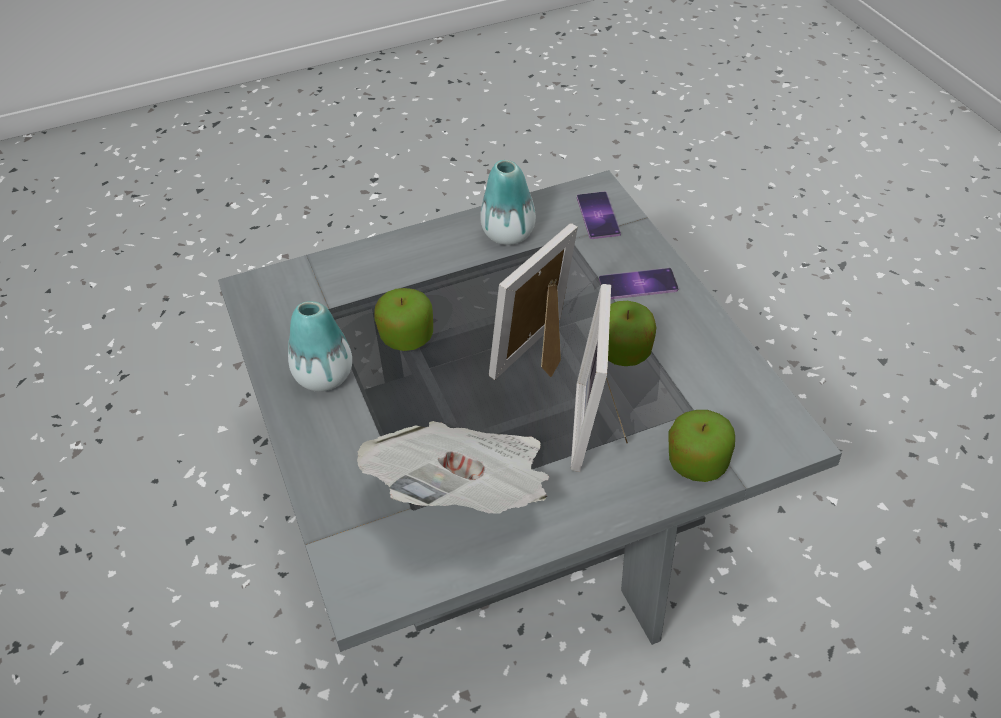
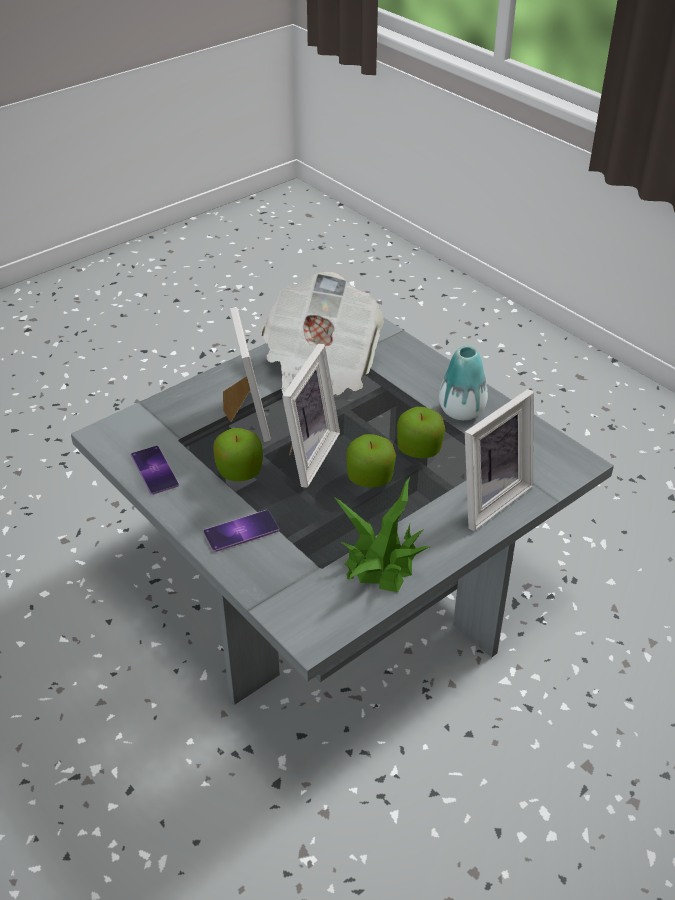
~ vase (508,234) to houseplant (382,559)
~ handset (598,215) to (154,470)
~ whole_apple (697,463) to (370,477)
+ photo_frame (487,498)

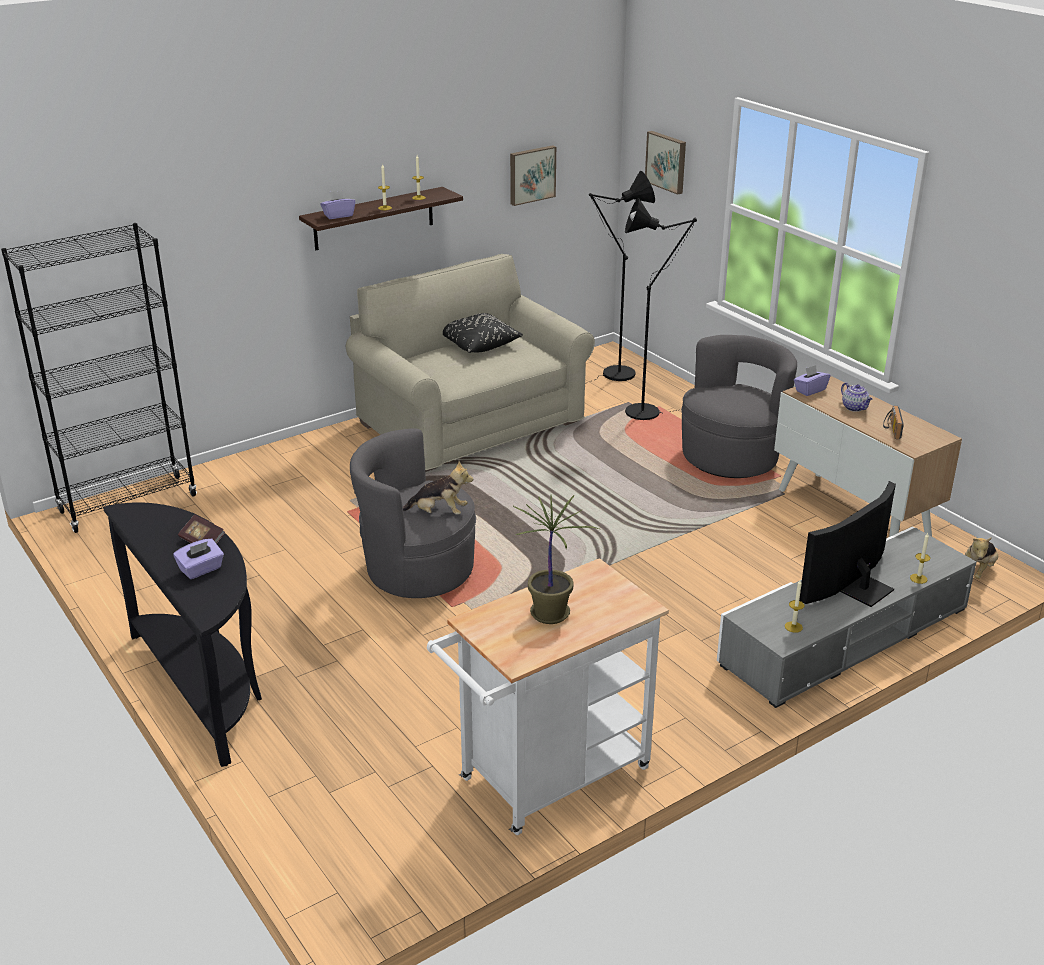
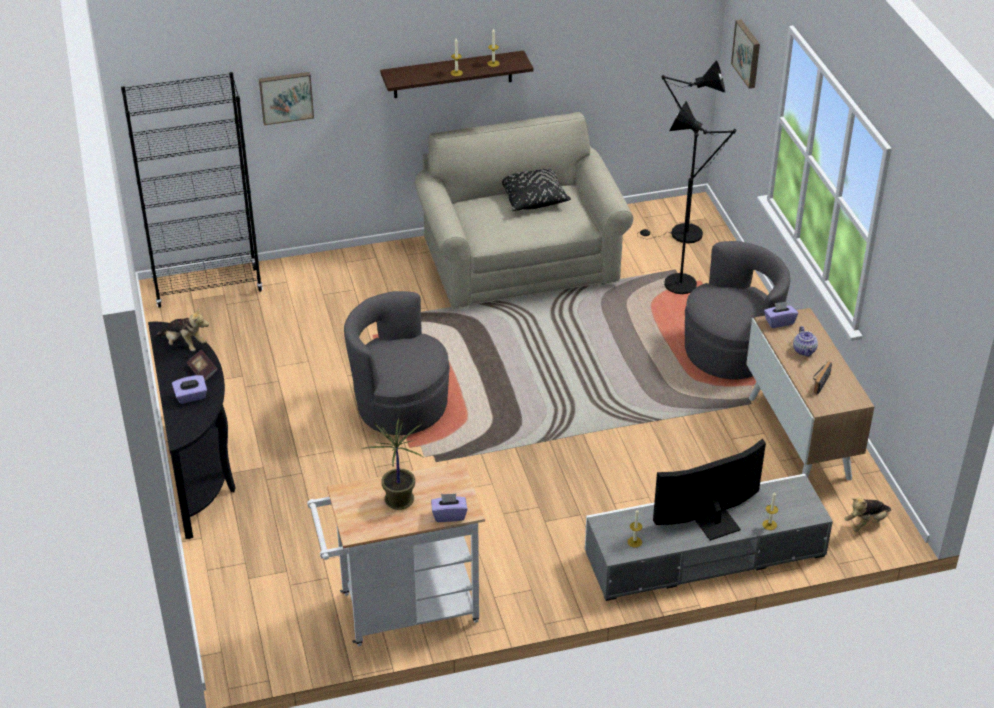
~ picture (531,174) to (286,97)
~ purplish_tissue_box (338,215) to (449,515)
~ cuddly_toy (438,513) to (184,344)

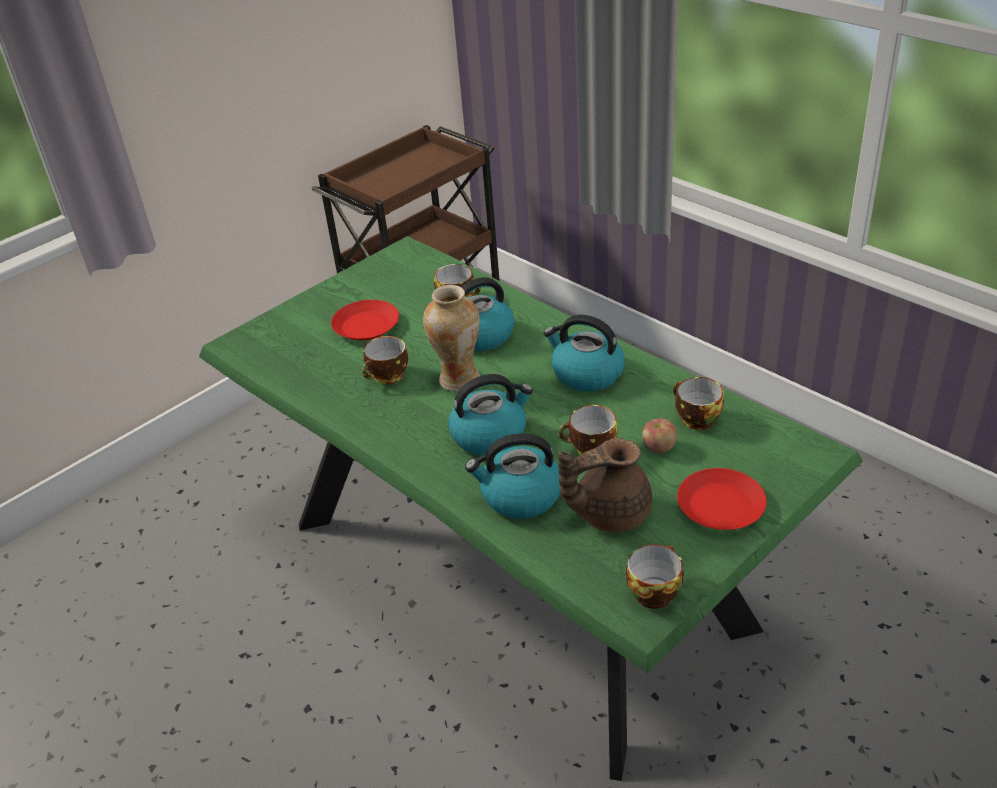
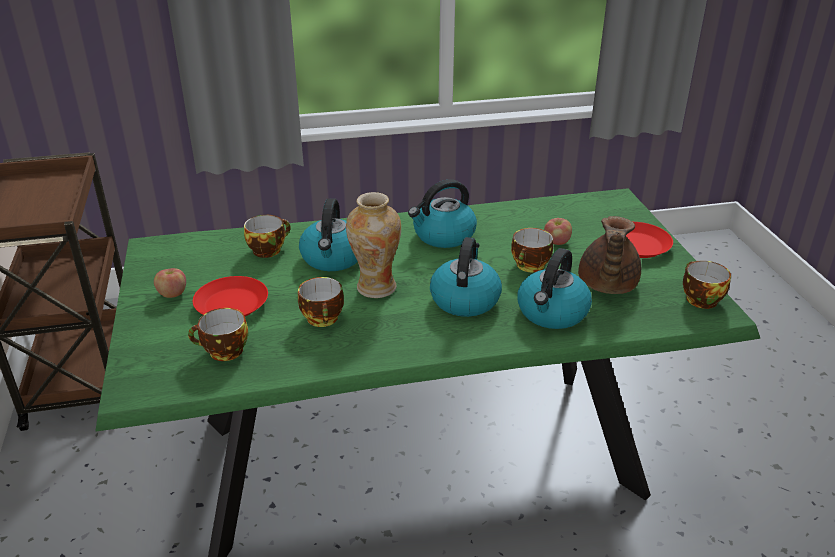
~ small_cup (695,419) to (223,352)
+ whole_apple (172,294)

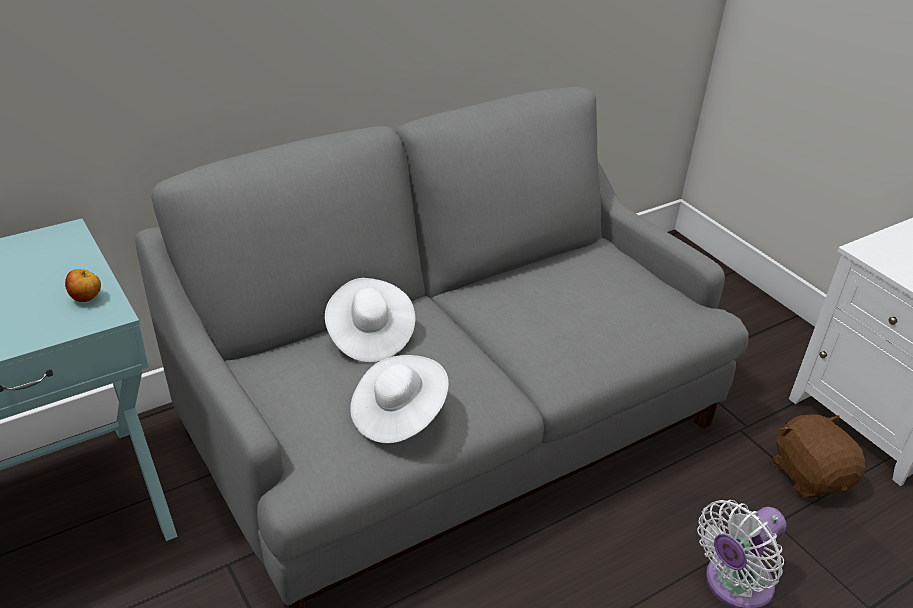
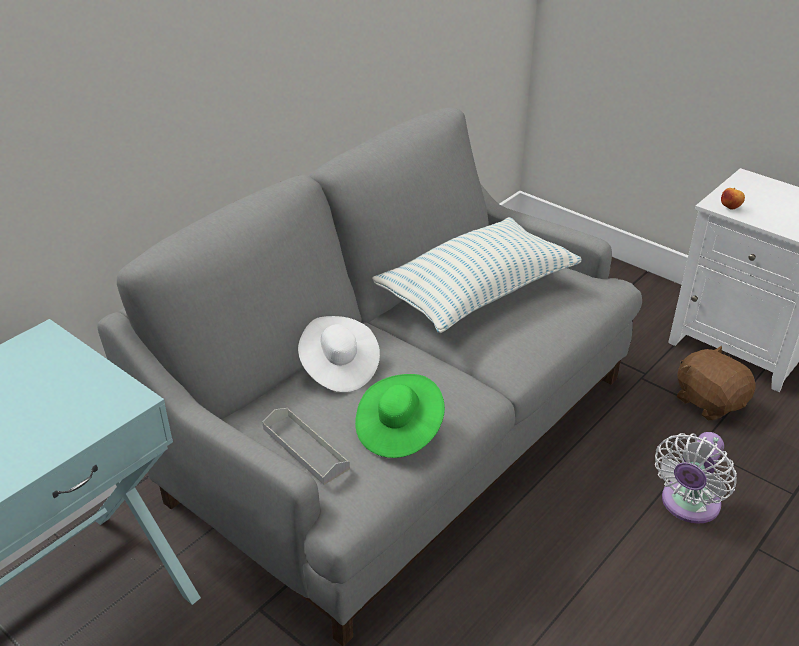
~ whole_apple (86,299) to (730,208)
~ white_hat (398,415) to green_hat (399,430)
+ pillow (477,293)
+ greyish_tray (305,448)

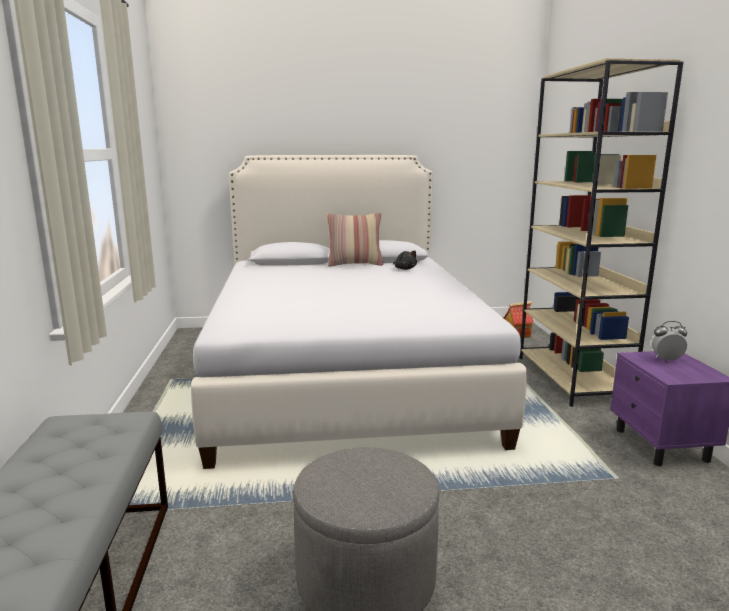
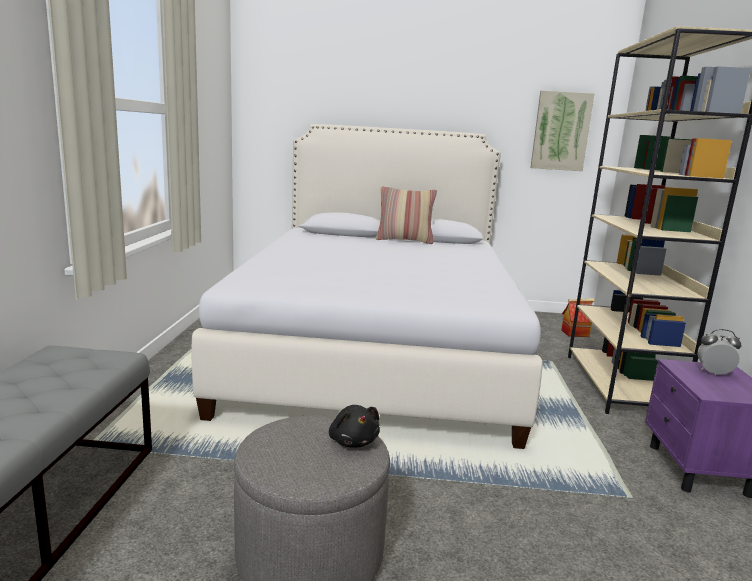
~ black-coloured_cuddly_toy (404,269) to (353,441)
+ picture (561,131)

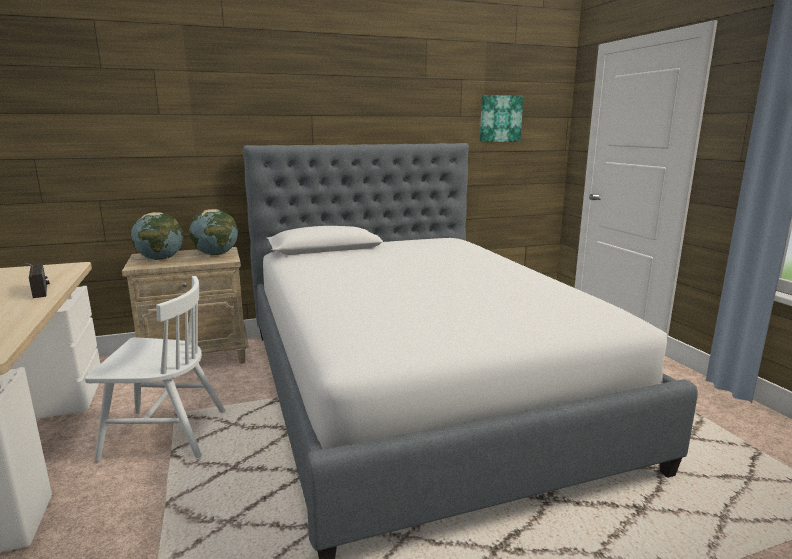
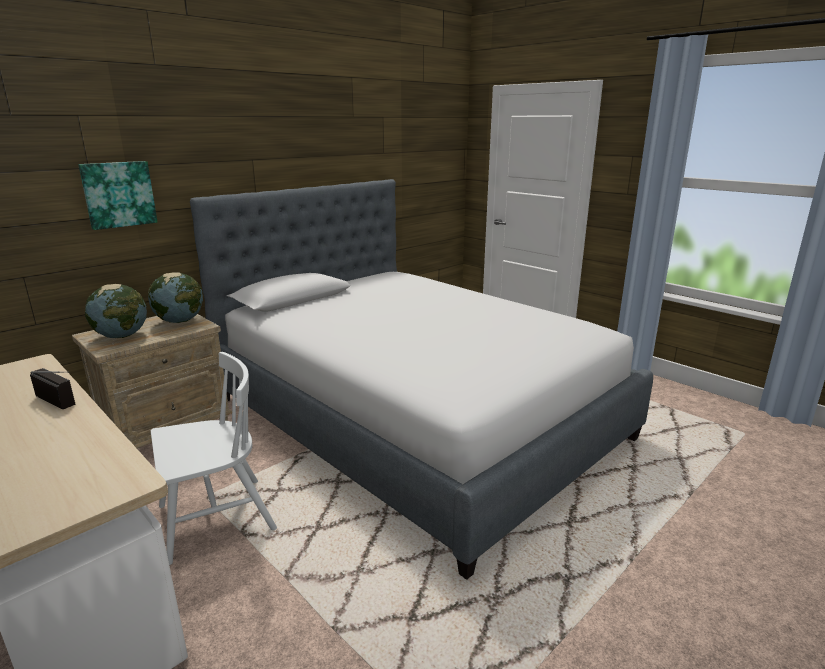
~ picture (500,119) to (118,194)

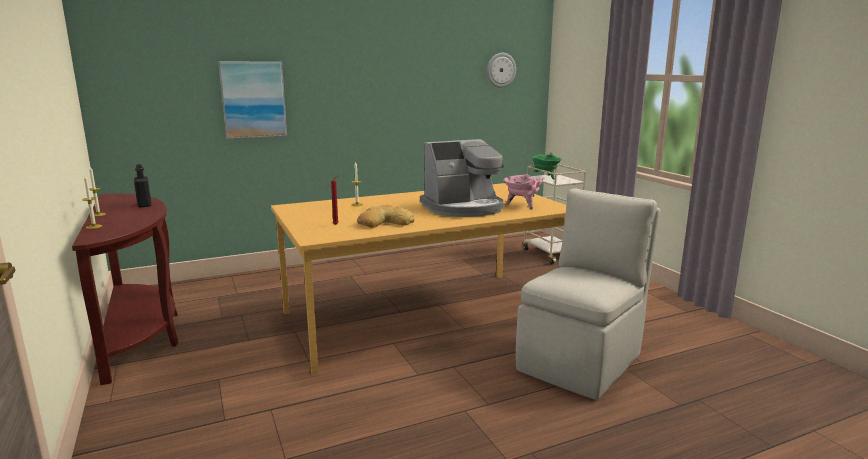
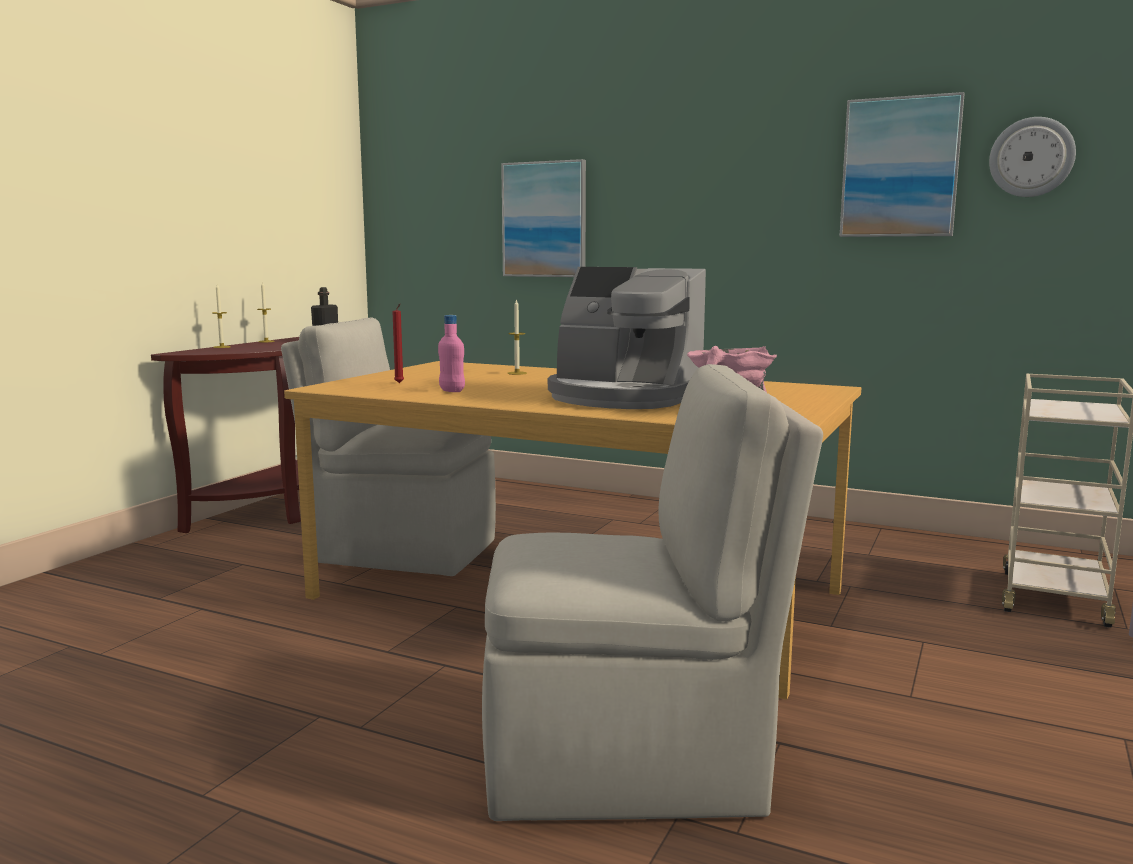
- green_saucepot (545,177)
~ baked_bread (385,223) to pink_bottle (452,391)
+ picture (900,168)
+ sand-coloured_chair (401,550)

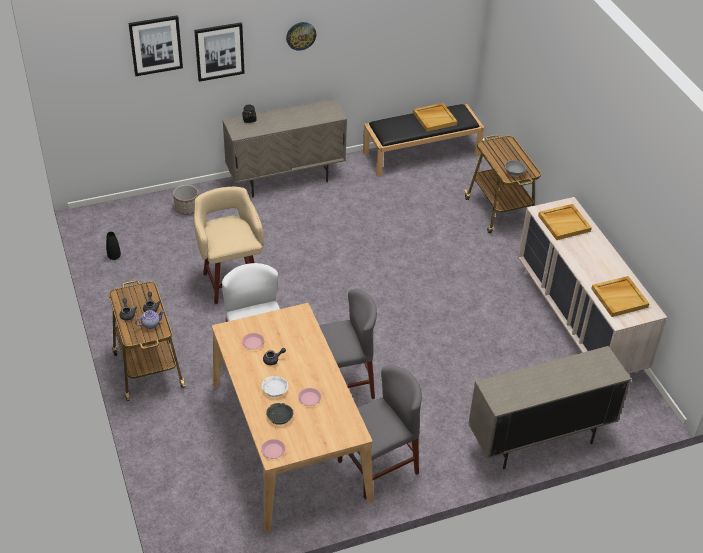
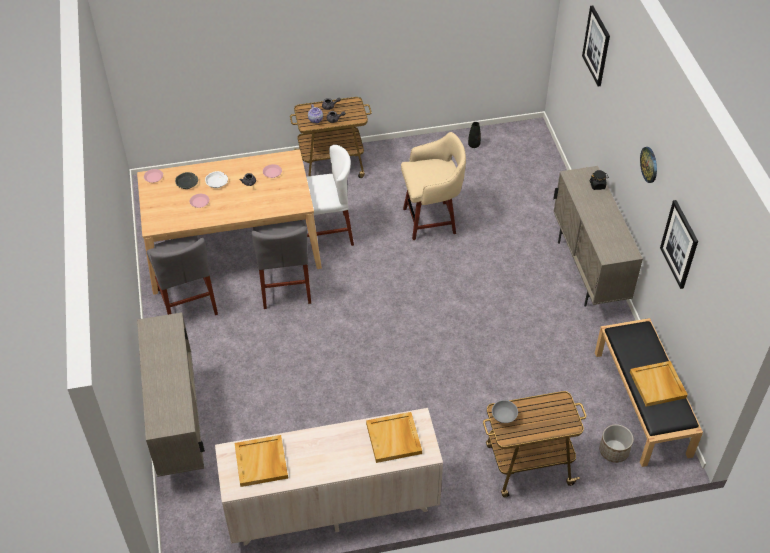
~ picture (219,51) to (680,244)
~ flower_pot (187,208) to (614,451)

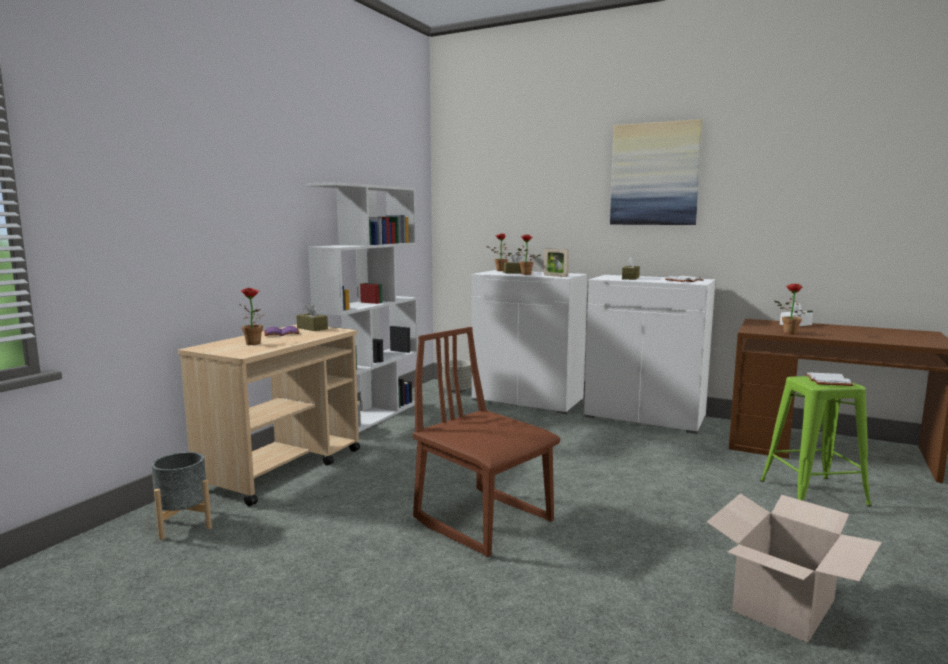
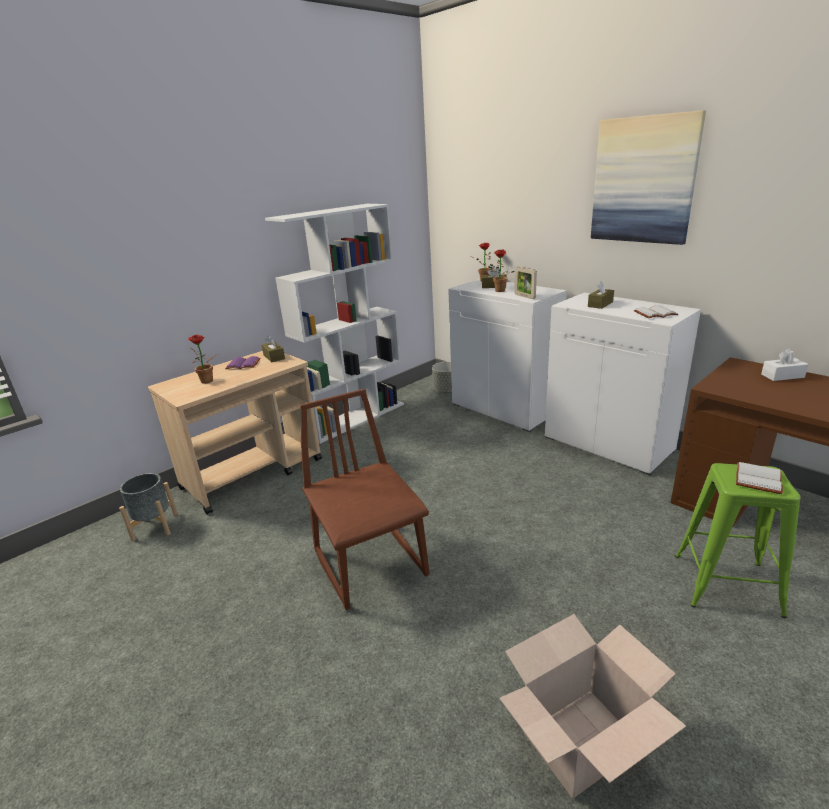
- houseplant (788,333)

